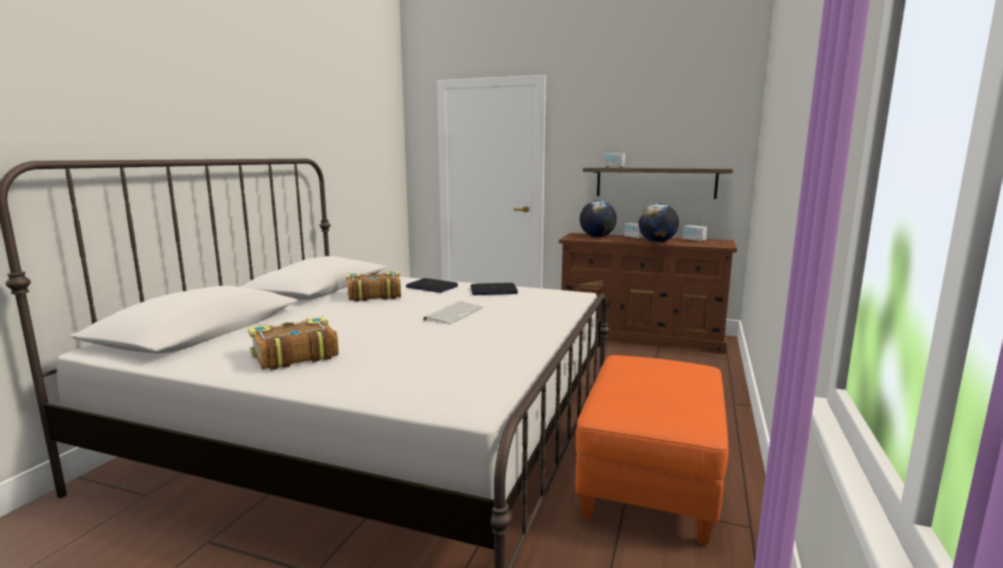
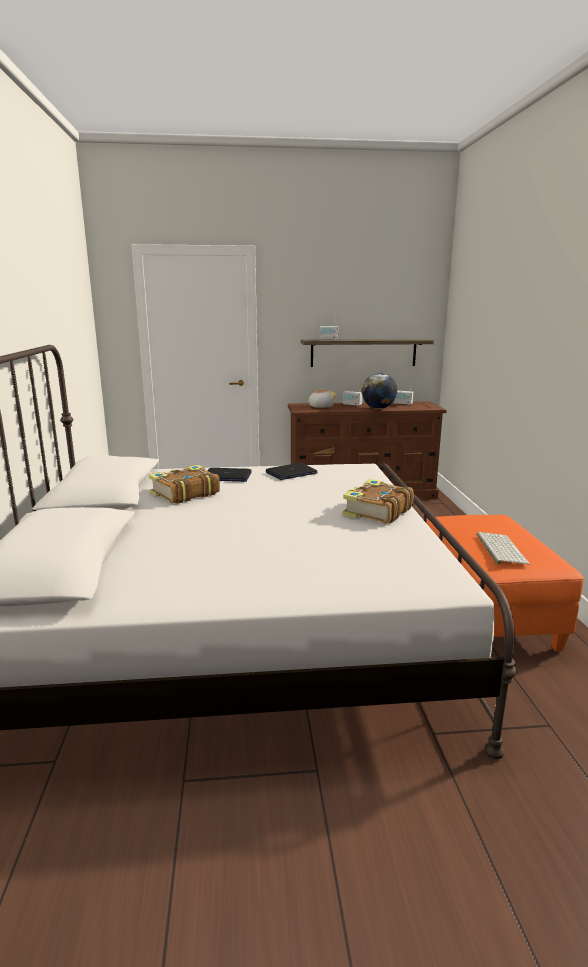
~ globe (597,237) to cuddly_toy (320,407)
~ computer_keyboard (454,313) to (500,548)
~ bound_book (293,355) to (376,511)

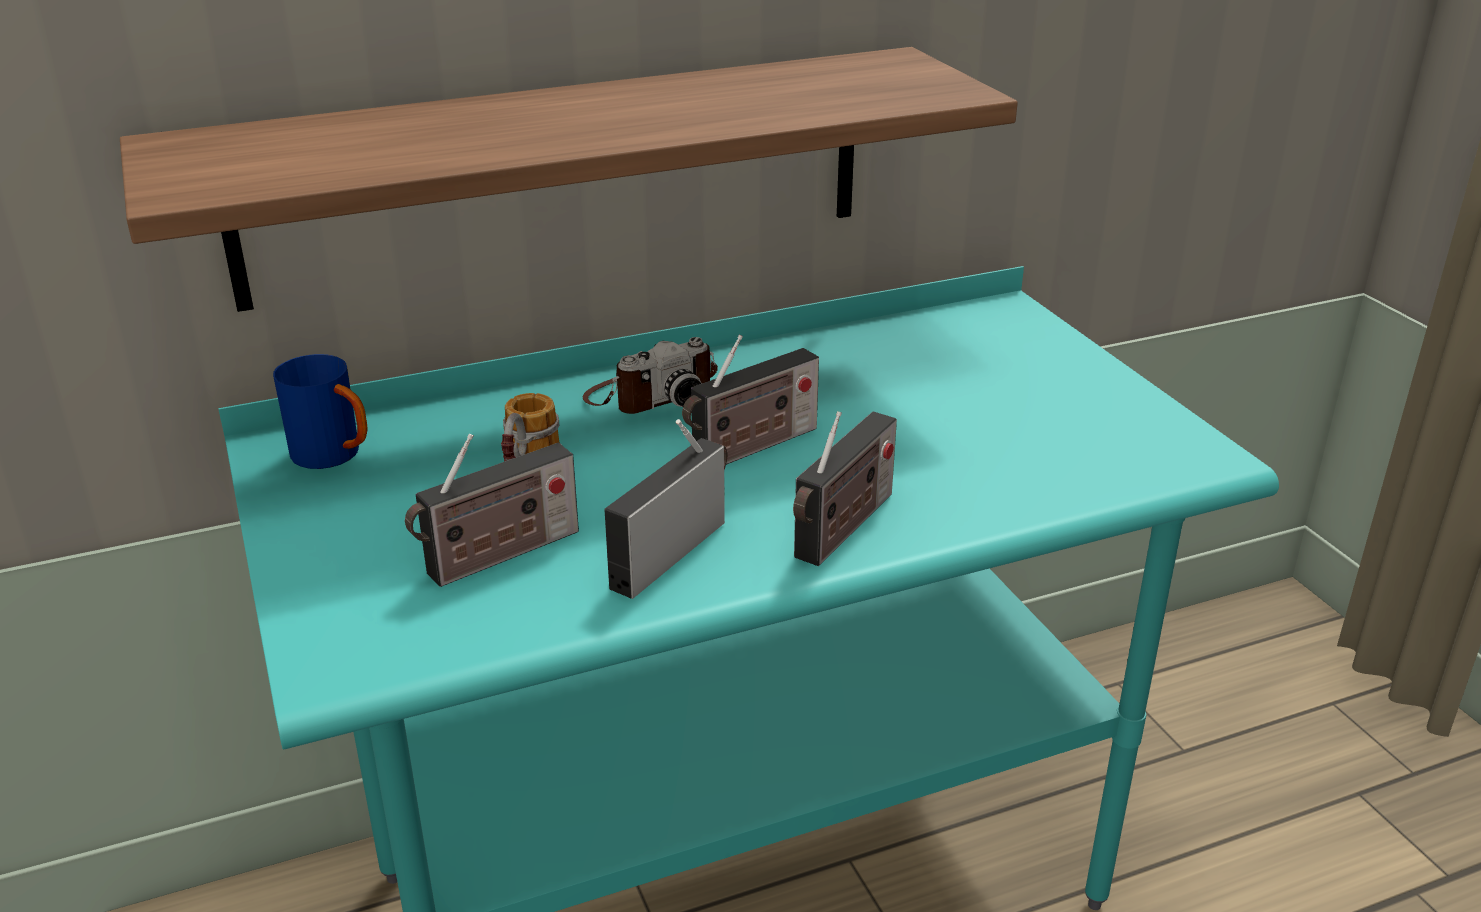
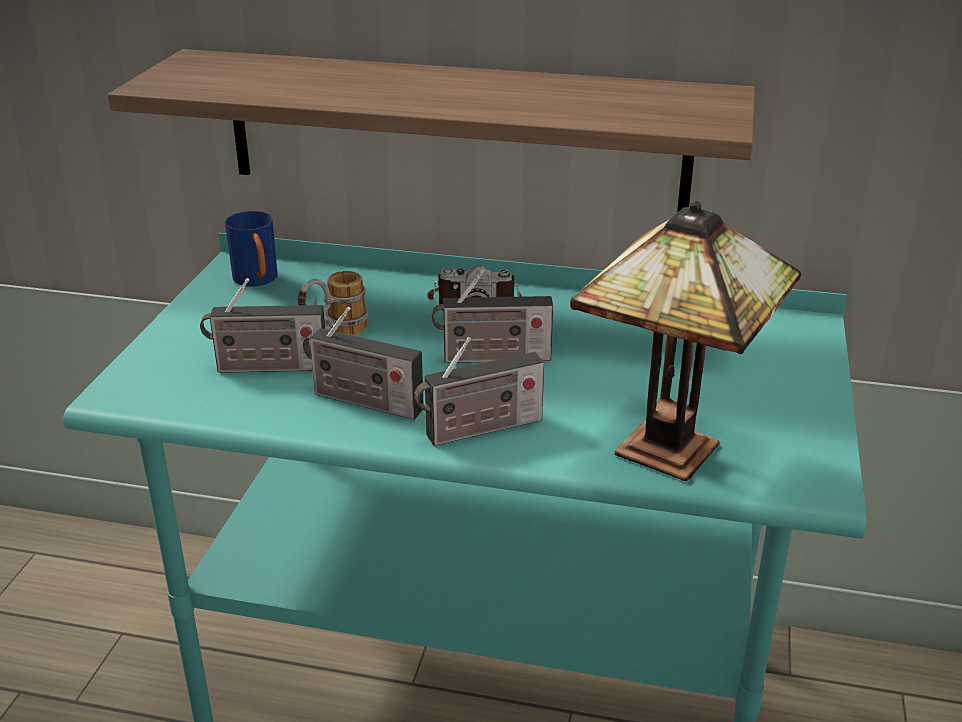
~ radio_receiver (671,550) = (362,401) 135 degrees counterclockwise
+ lamp_for_a_table (676,449)

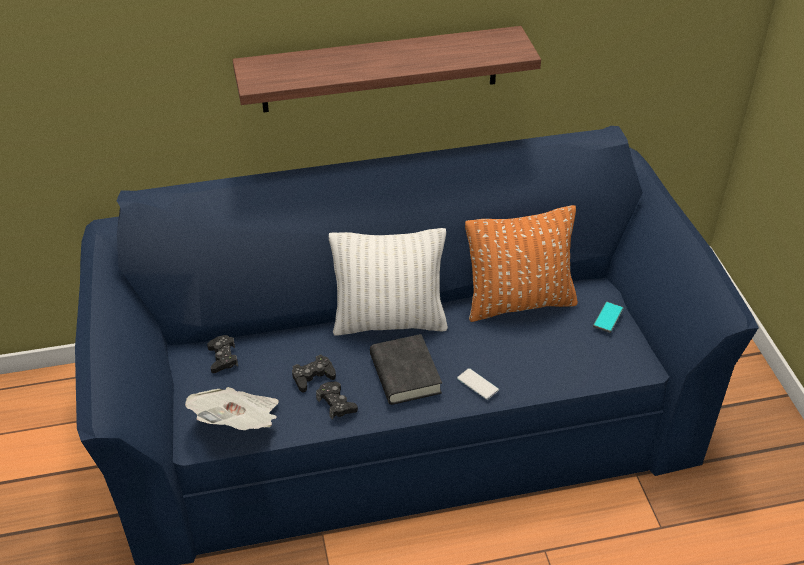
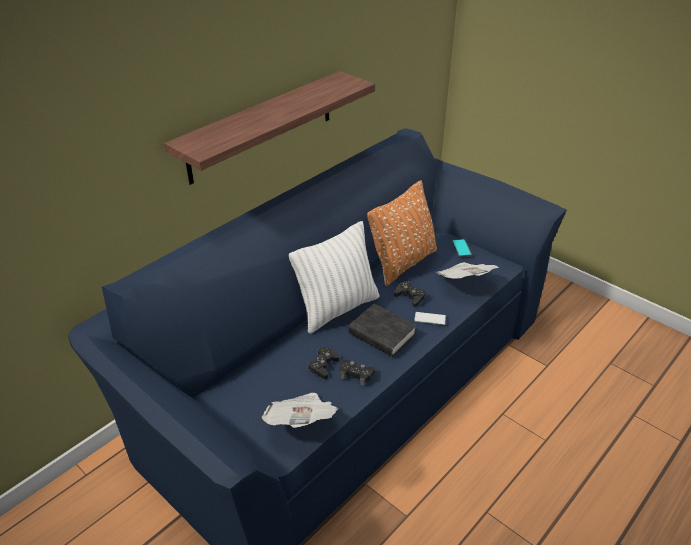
~ black-coloured_game_controller (223,358) to (410,296)
+ newspaper (465,282)

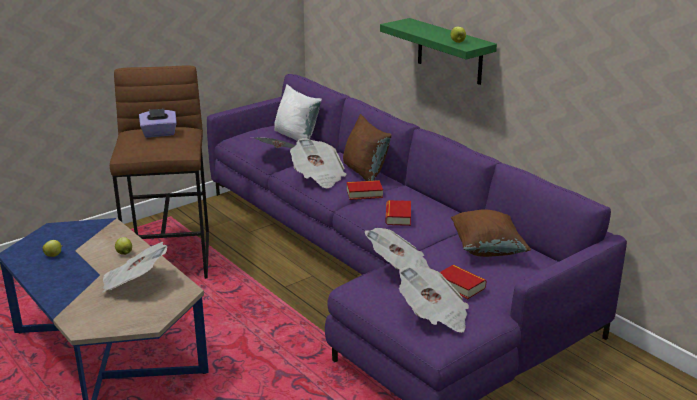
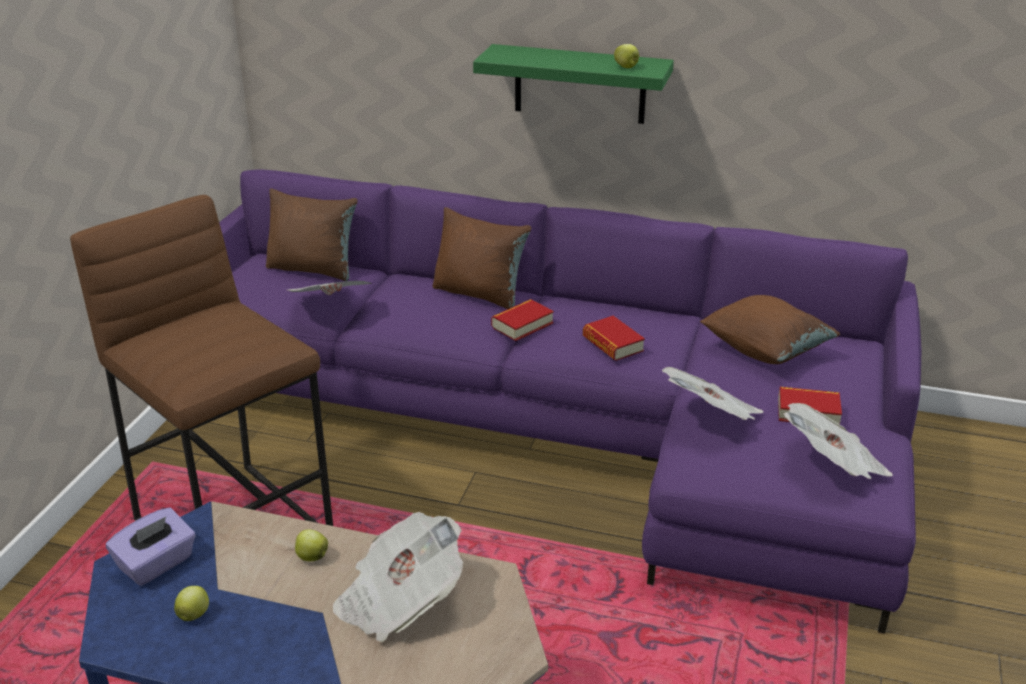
~ white_pillow (296,137) to brown_pillow (313,269)
~ purplish_tissue_box (159,134) to (157,564)
- newspaper (318,177)

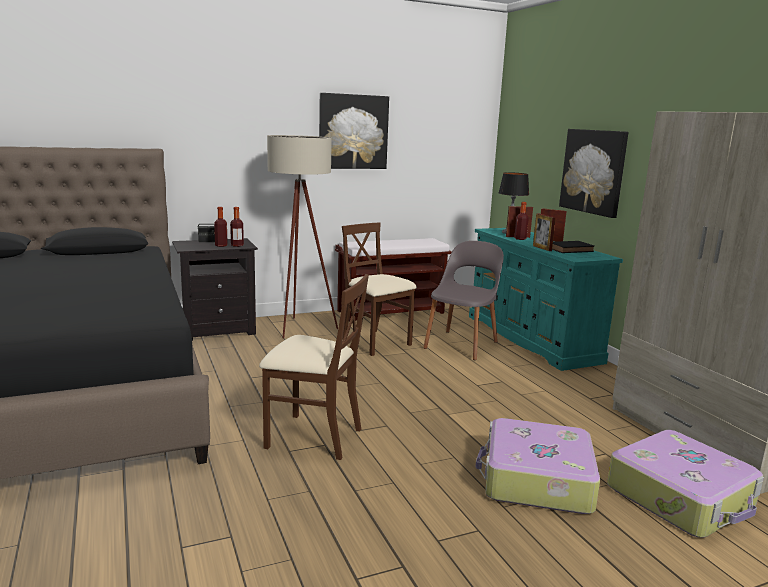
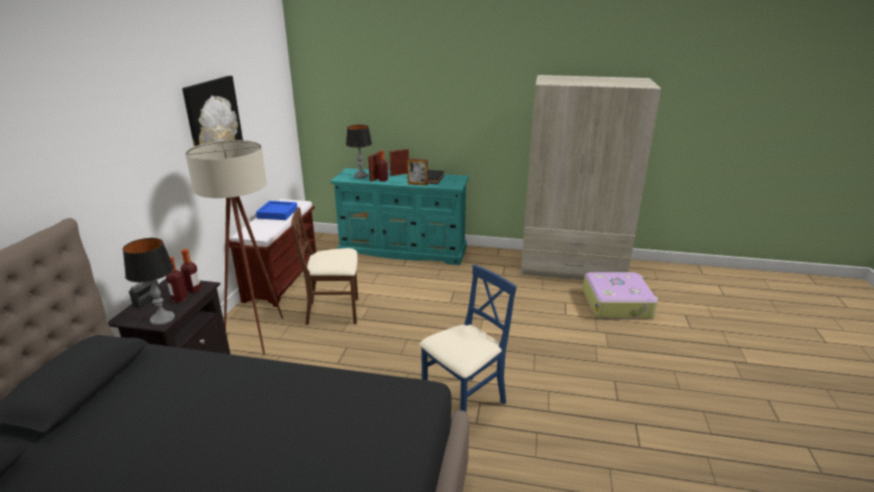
- picture (593,171)
- greyish_chair (462,344)
~ brown_chair (313,437) to blue_chair (464,403)
- suitcase (536,480)
+ blue_tray (277,213)
+ lamp_for_a_table (162,319)

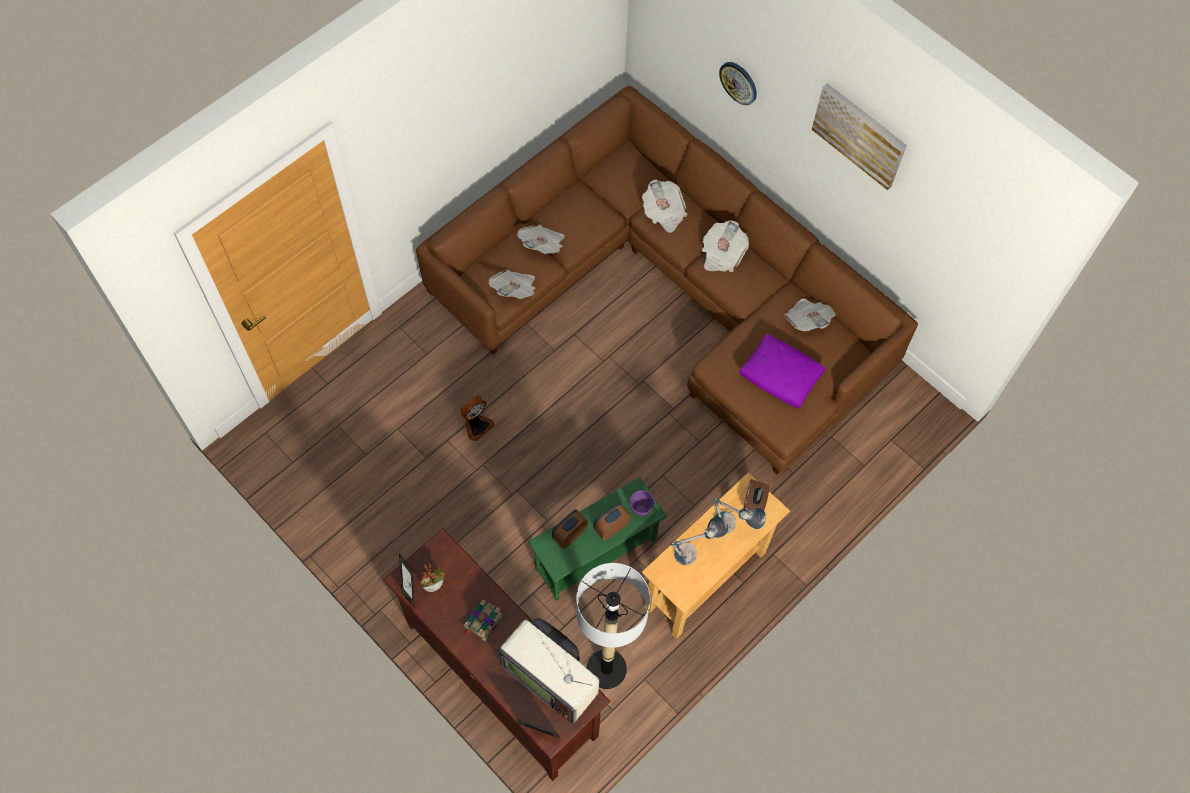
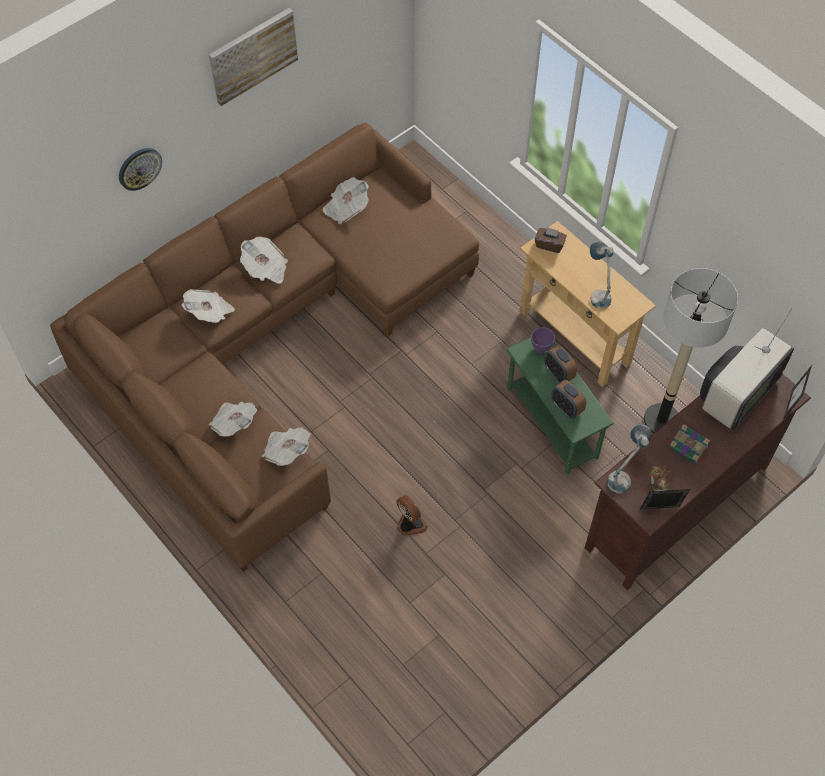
- purplish_pillow (781,376)
~ lamp_for_a_table (733,528) to (624,475)

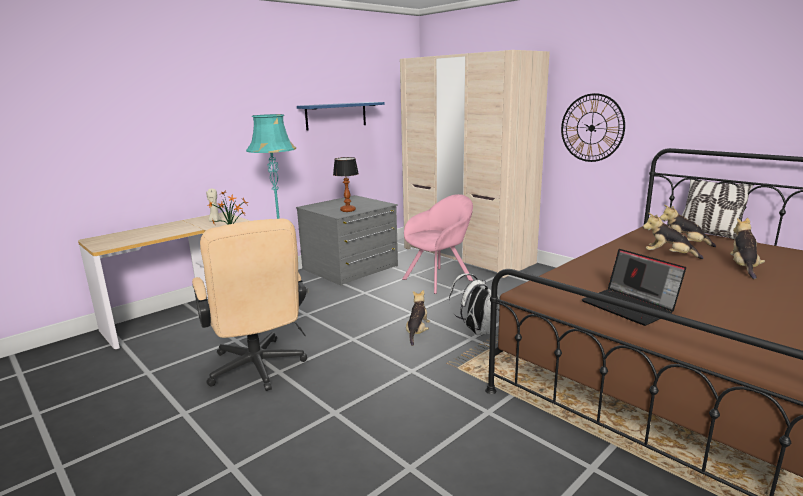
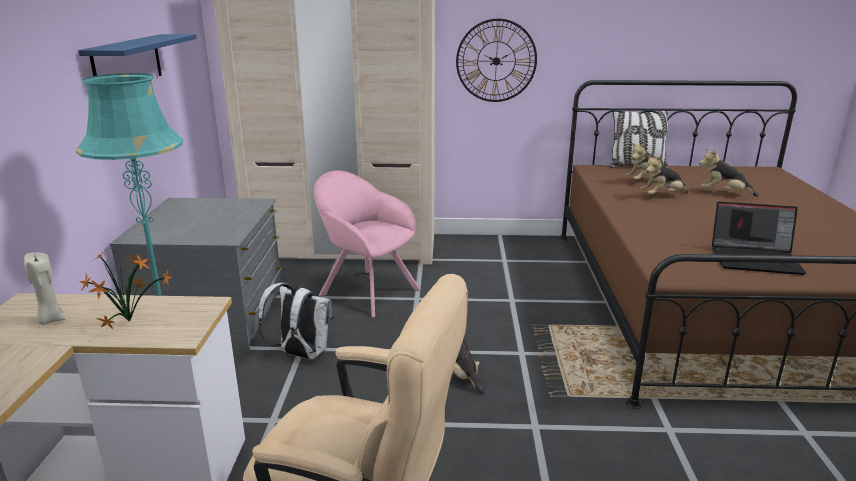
- lamp_for_a_table (348,210)
~ pink_easy_chair (440,279) = (366,290) 60 degrees counterclockwise
~ cuddly_toy (743,267) = (723,193) 45 degrees counterclockwise
~ white_knapsack (476,331) to (301,354)

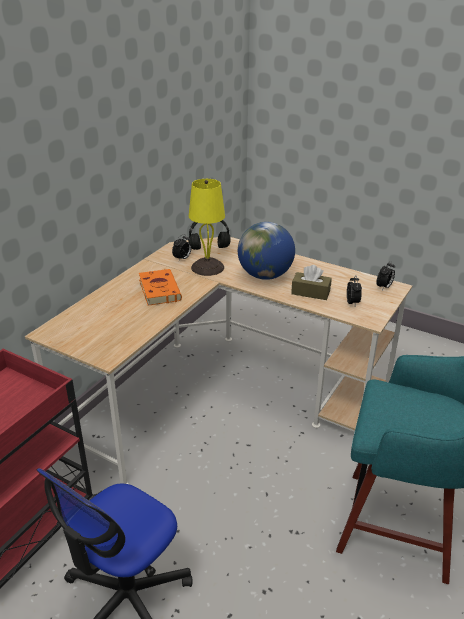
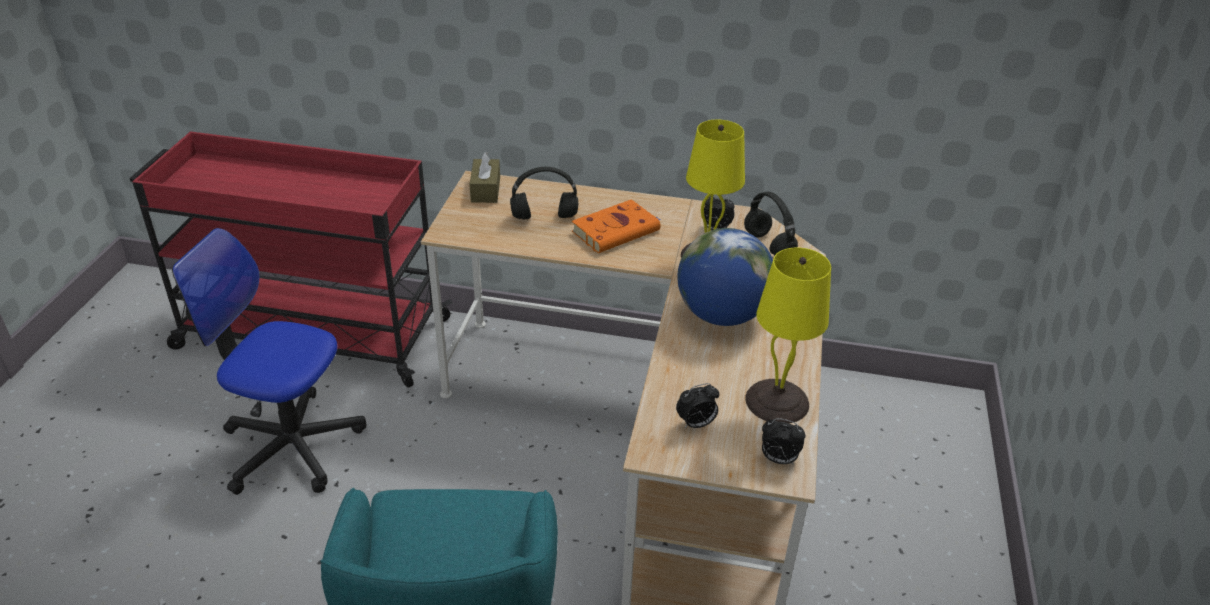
~ brown_tissue_box (310,292) to (485,189)
+ black-coloured_pair_of_headphones (543,217)
+ yellow_lamp_for_a_table (778,402)

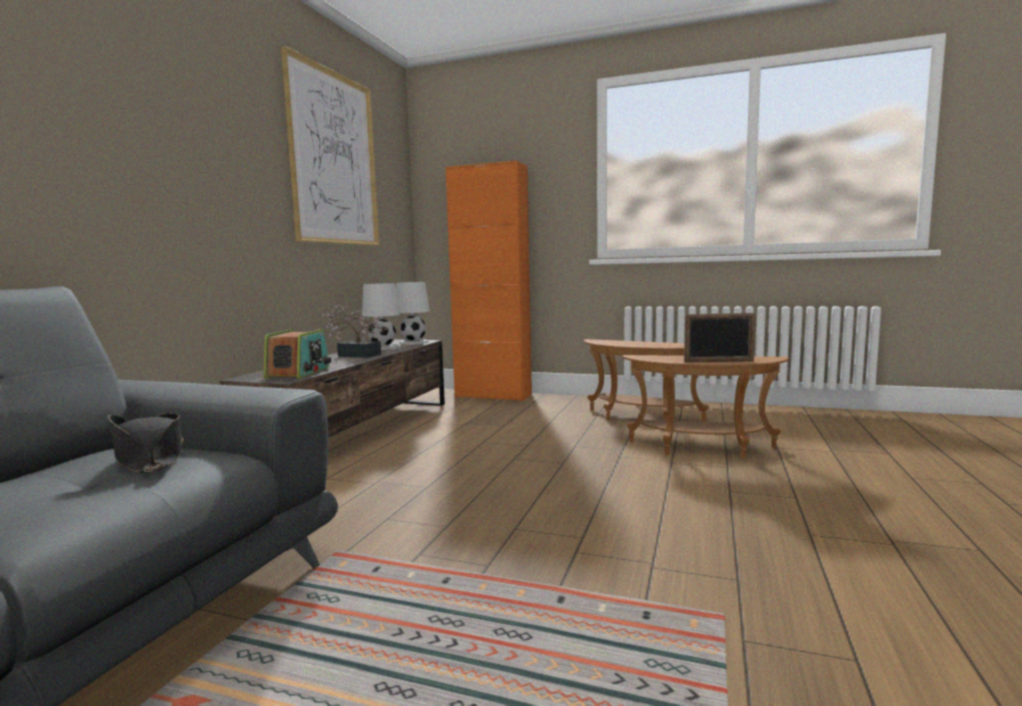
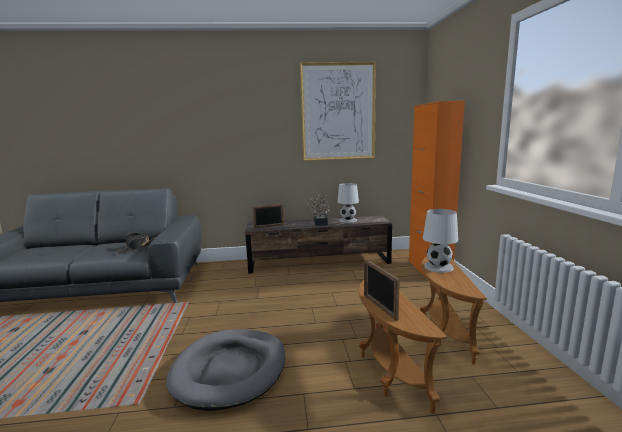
~ white_lamp_for_a_table (413,342) to (438,267)
~ radio_receiver (299,372) to photo_frame (269,226)
+ greyish_dog_cushion (230,370)

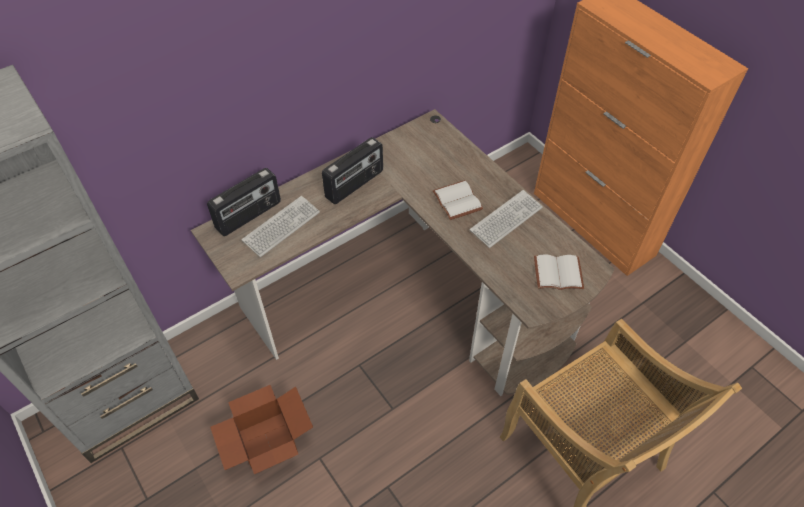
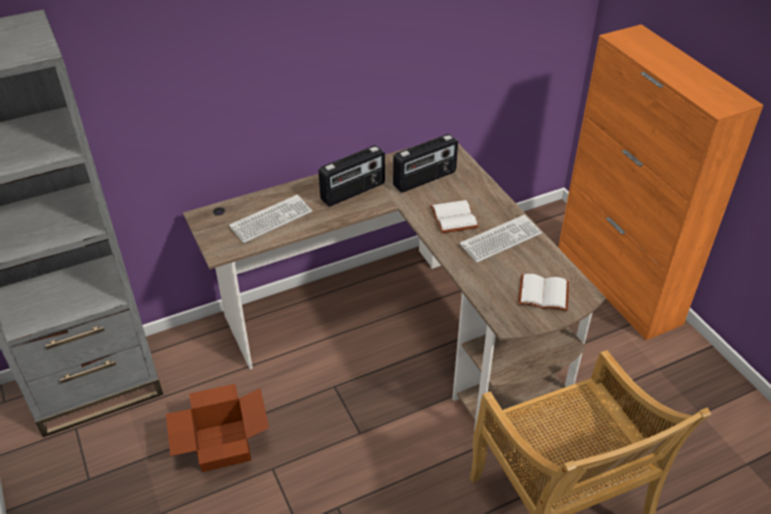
~ radio_receiver (249,216) to (425,179)

